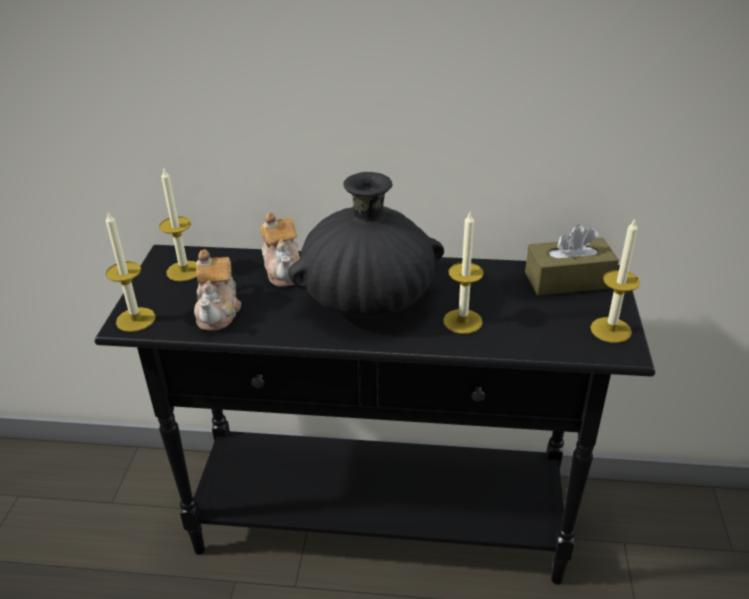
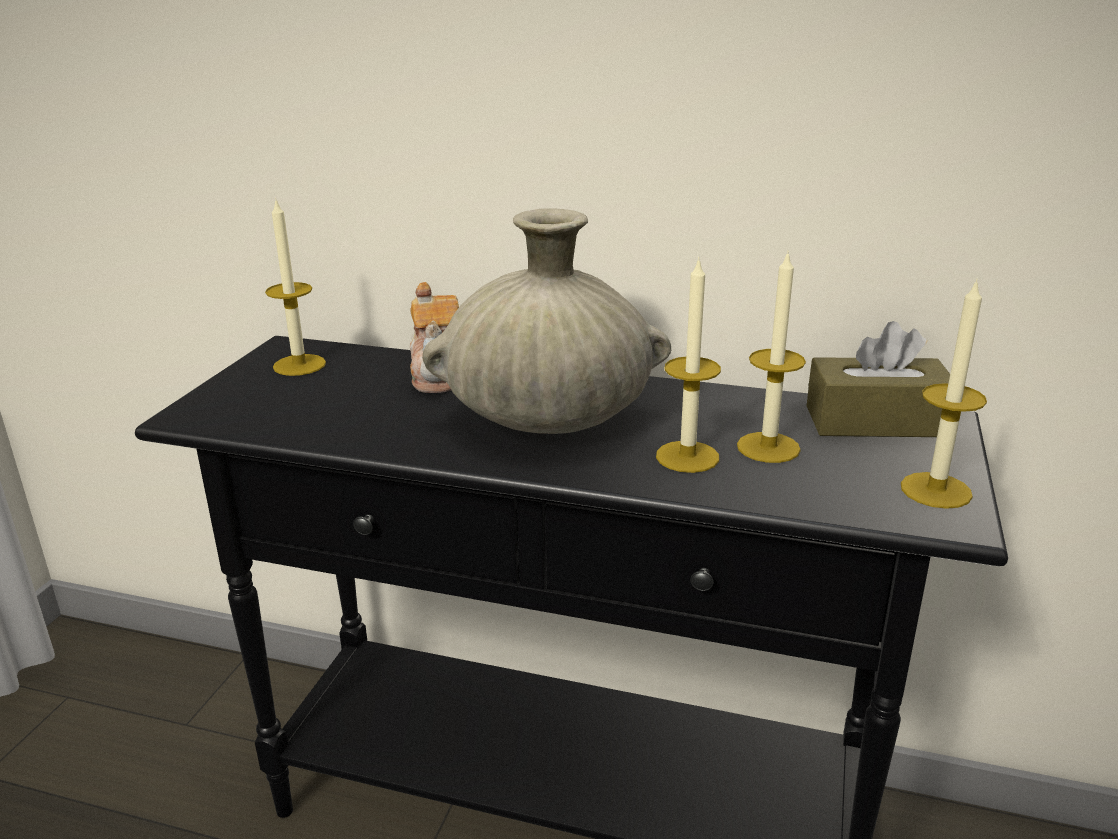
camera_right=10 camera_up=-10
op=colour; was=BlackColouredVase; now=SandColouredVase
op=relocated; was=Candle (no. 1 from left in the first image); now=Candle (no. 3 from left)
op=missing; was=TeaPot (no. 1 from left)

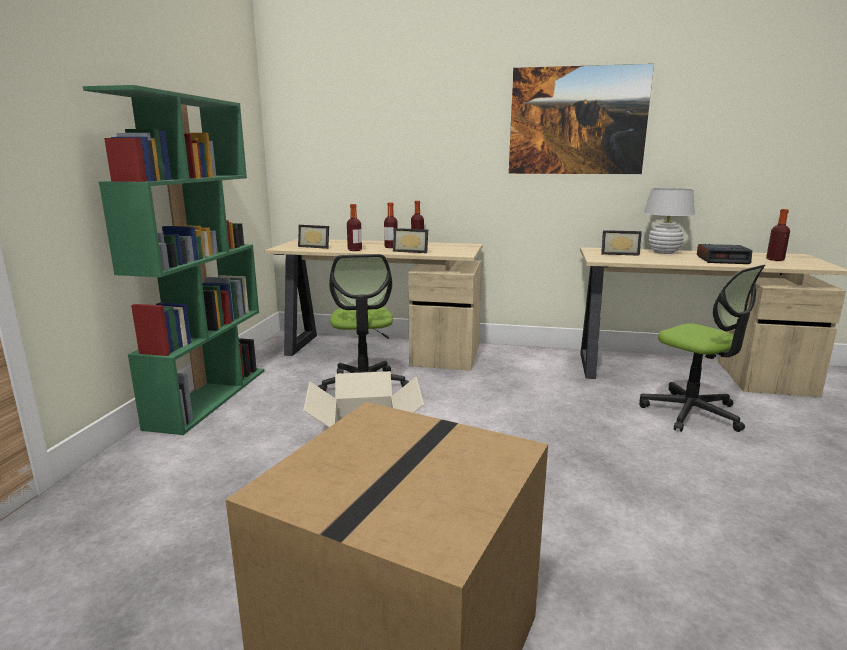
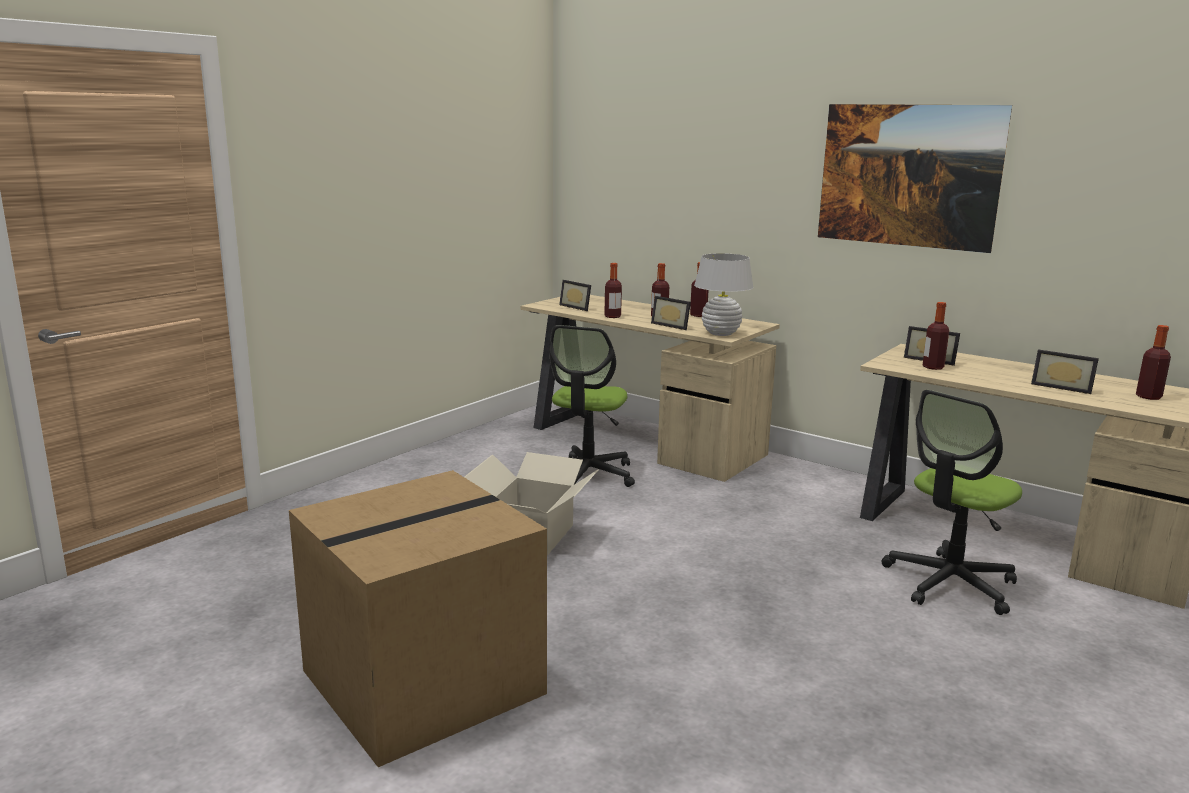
camera_right=25 camera_up=0
op=relocated; was=WhiteTabletopLamp
op=spun; was=DeskChair (no. 2 from left); clockwise=60
op=appeared; now=Bottle (no. 4 from left)
op=exchanged; was=BedsideClock; now=StandingFrame (no. 4 from left)
op=missing; was=GreenColouredShelvingUnit

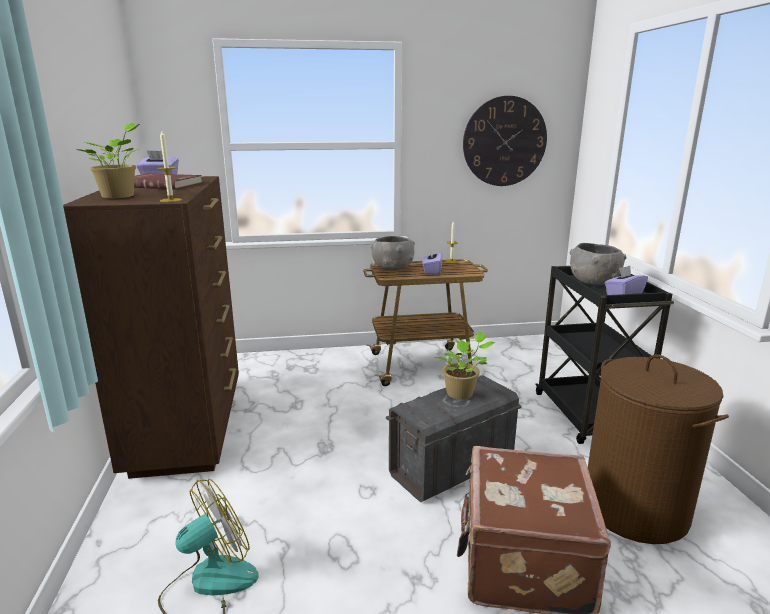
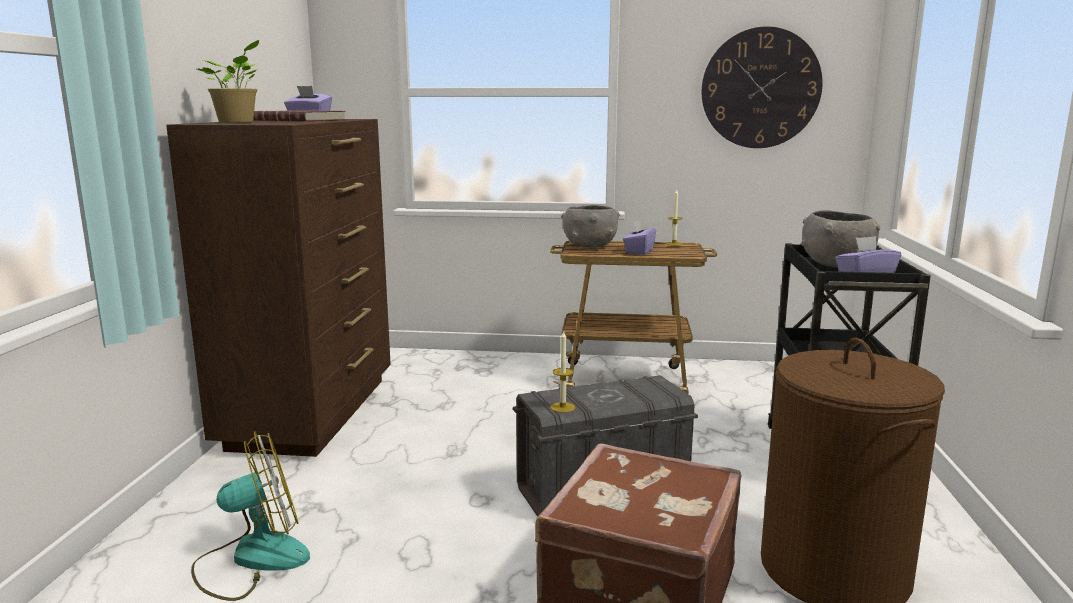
camera_right=15 camera_up=-5
op=relocated; was=Candle (no. 1 from left)
op=missing; was=PottedPlant (no. 2 from left)

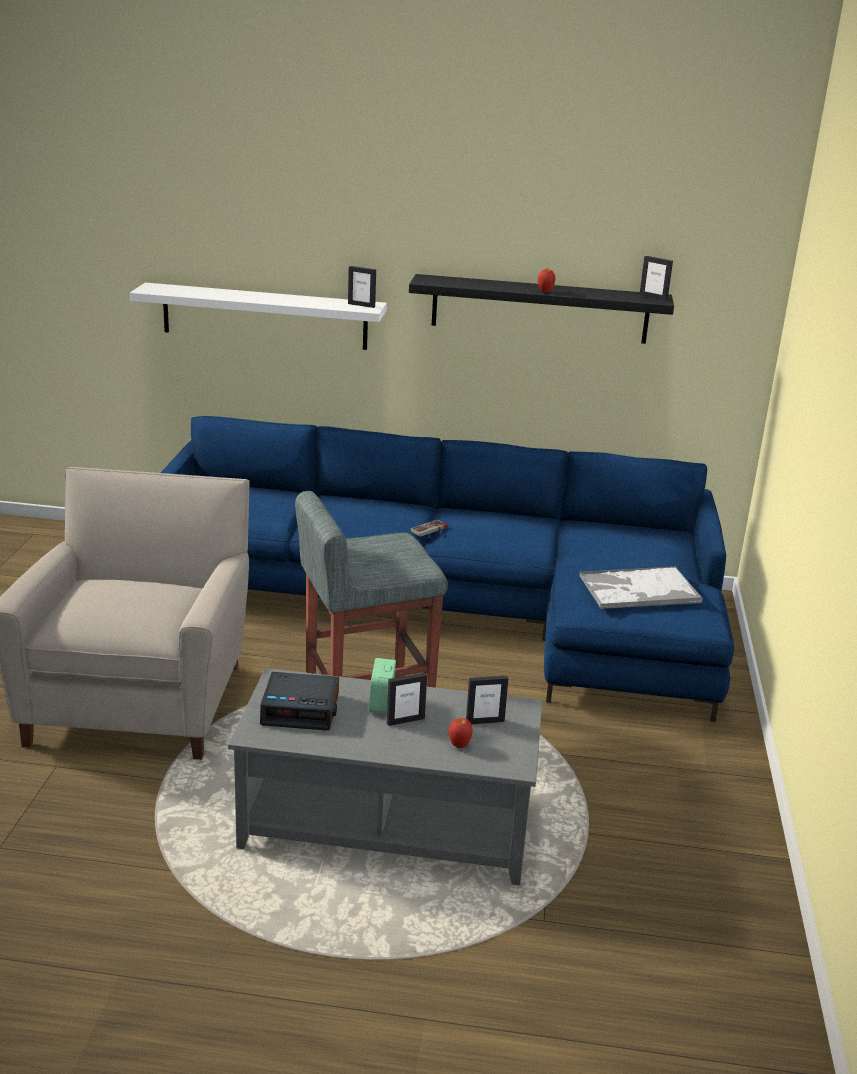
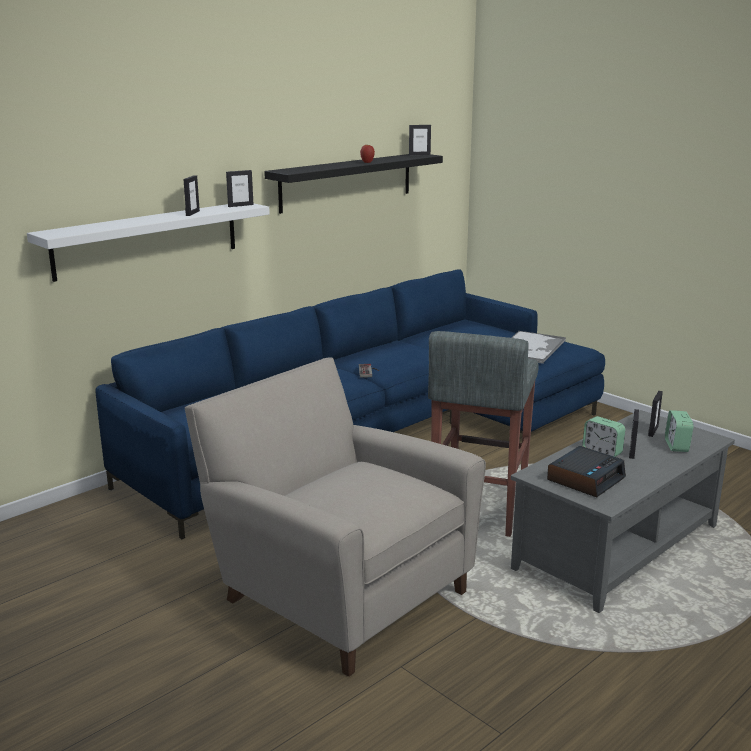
camera_right=-50 camera_up=-5
op=appeared; now=StandingFrame (no. 1 from left)
op=exchanged; was=Apple (no. 1 from left); now=BedsideClock (no. 3 from left)

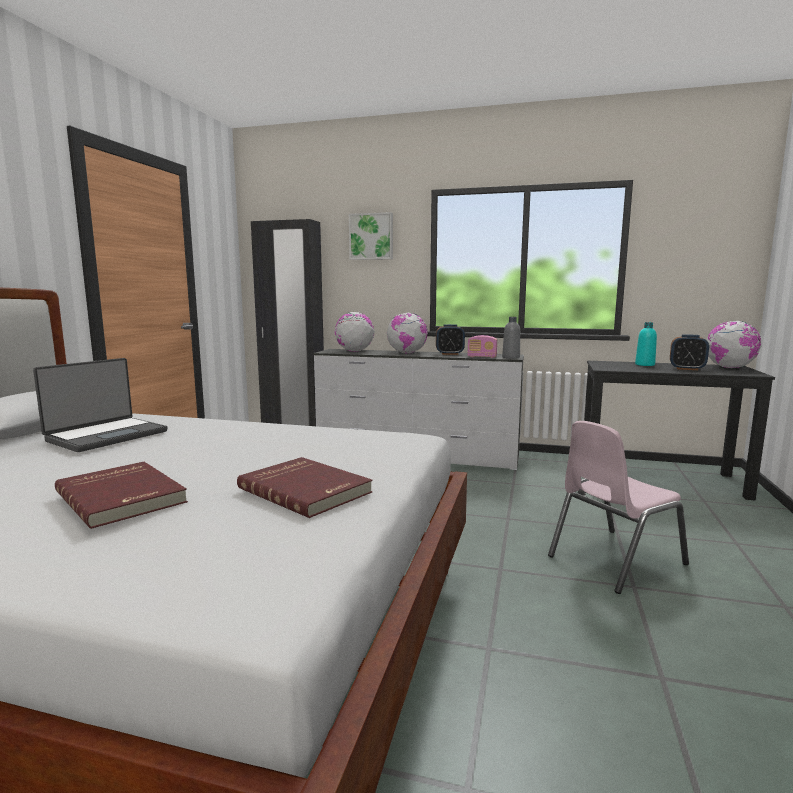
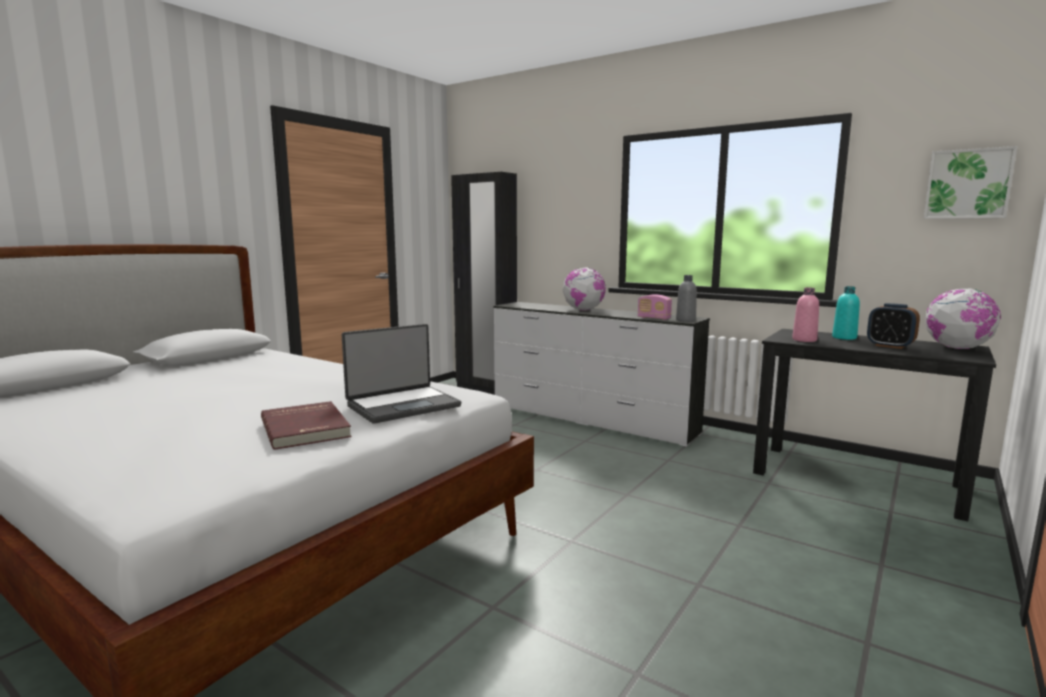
camera_right=20 camera_up=0
op=relocated; was=NotebookComputer
op=appeared; now=PinkColouredBottle
op=relocated; was=WallArt
op=missing; was=ReddishBoundBook (no. 1 from left)
op=missing; was=DeskGlobe (no. 1 from left)
op=missing; was=BedsideClock (no. 1 from left)
op=missing; was=PinkColouredUprightChair

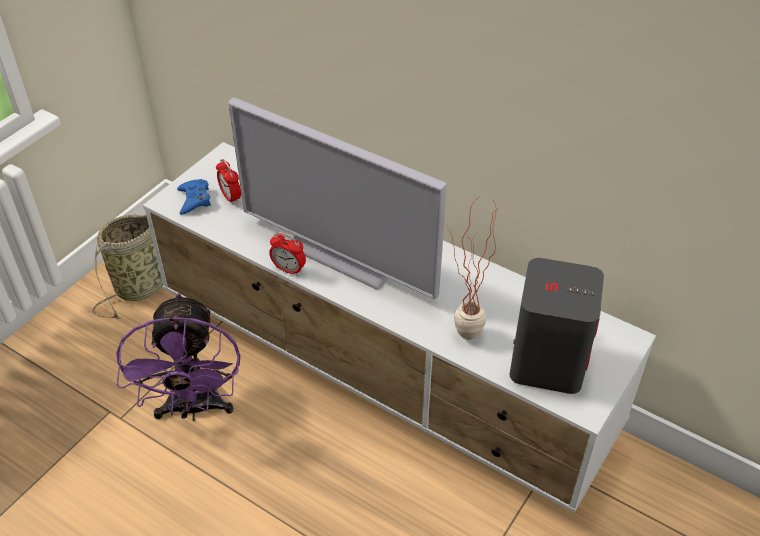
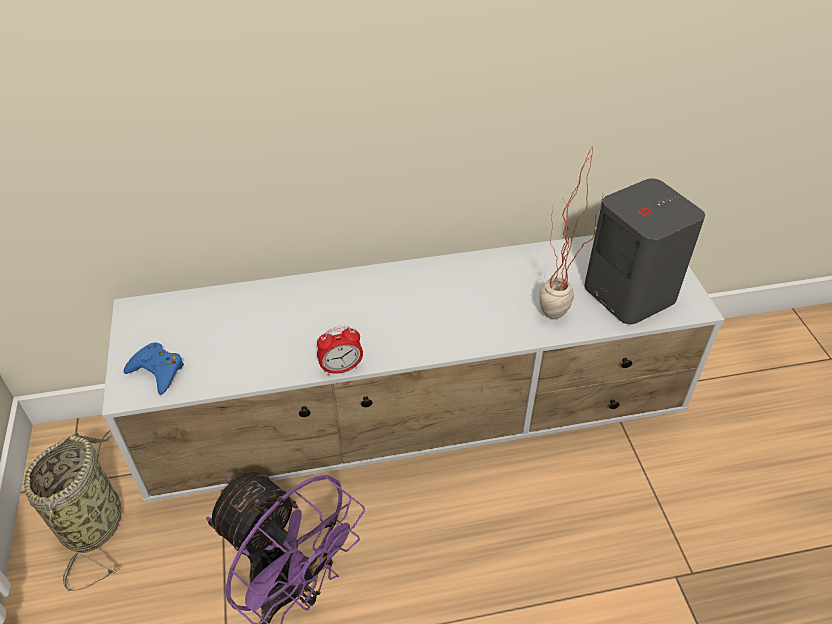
camera_right=-45 camera_up=0
op=missing; was=BedsideClock (no. 1 from left)
op=missing; was=Television

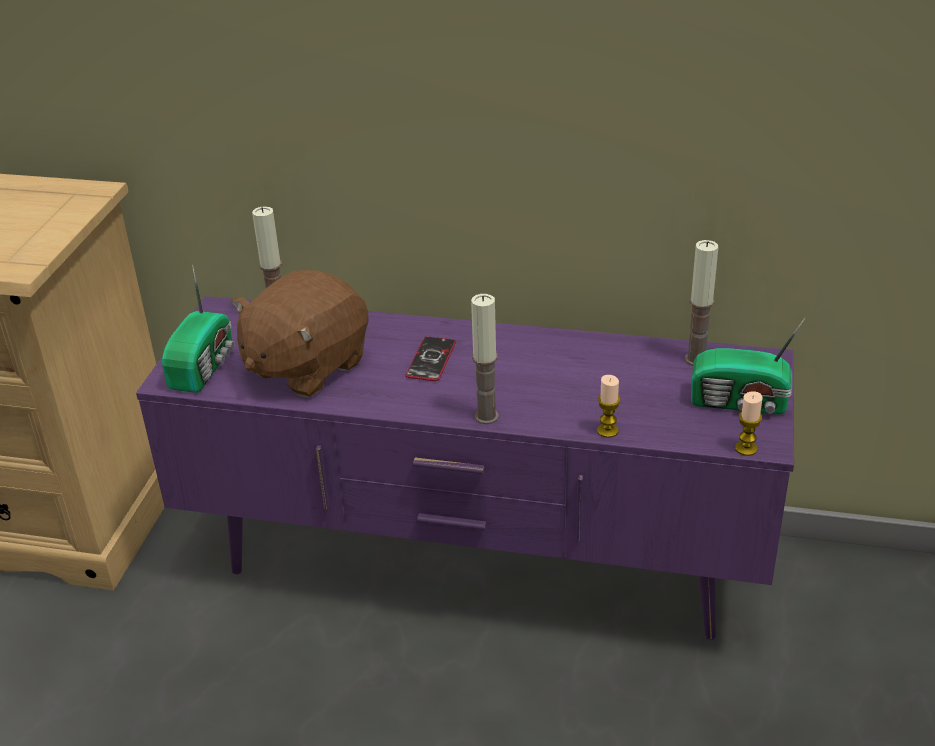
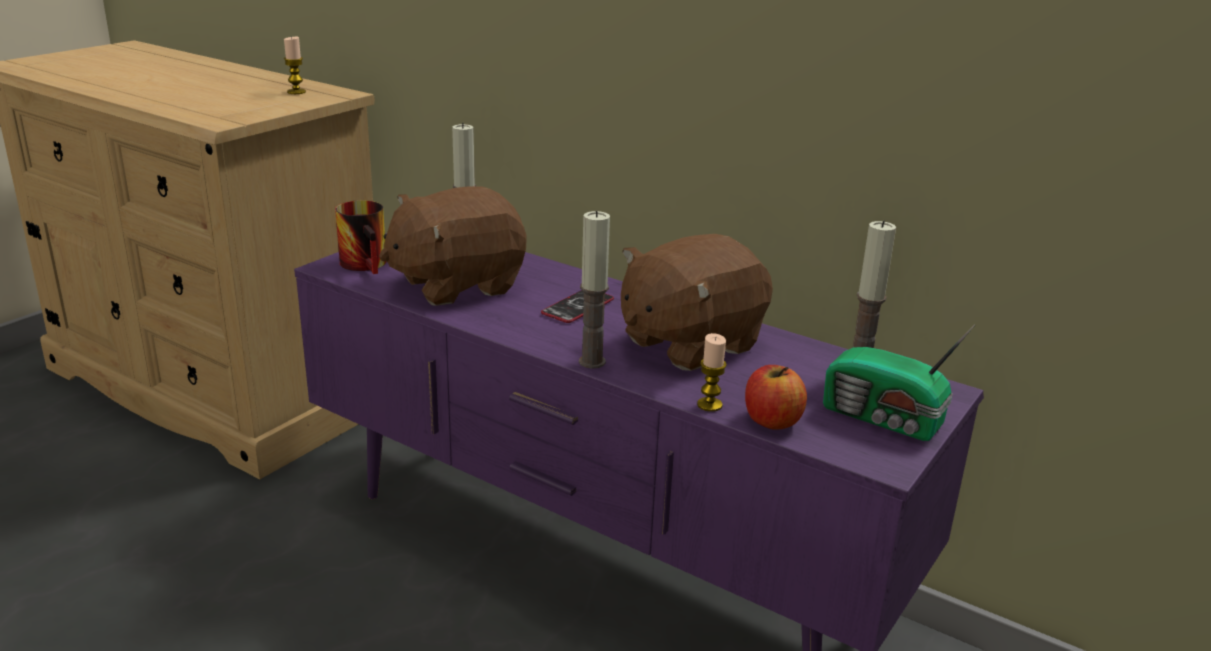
camera_right=20 camera_up=-10
op=relocated; was=Candle (no. 5 from left in the first image); now=Candle (no. 1 from left)
op=exchanged; was=Radio (no. 1 from left); now=Mug
op=appeared; now=BrownColouredCuddlyToy (no. 2 from left)
op=appeared; now=Apple

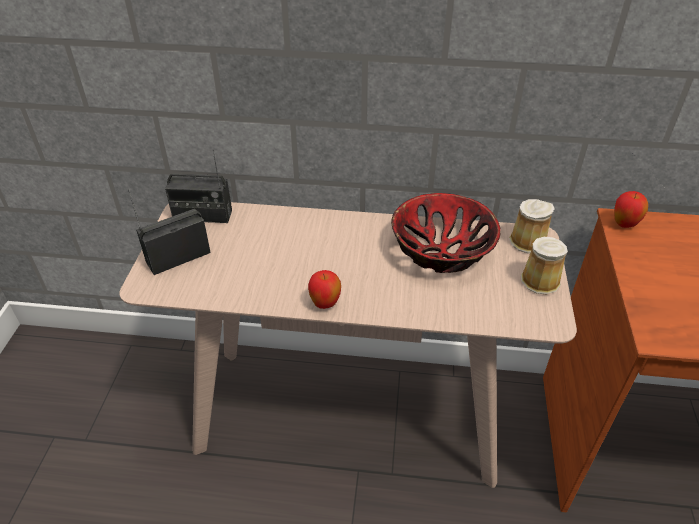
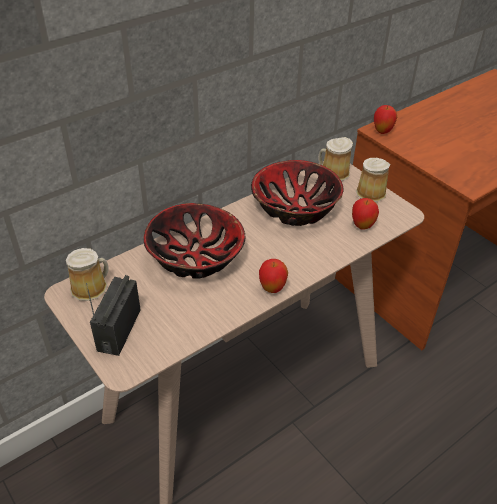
camera_right=-45 camera_up=0
op=exchanged; was=Radio (no. 2 from left); now=Mug (no. 1 from left)
op=appeared; now=Bowl (no. 1 from left)
op=appeared; now=Apple (no. 2 from left)

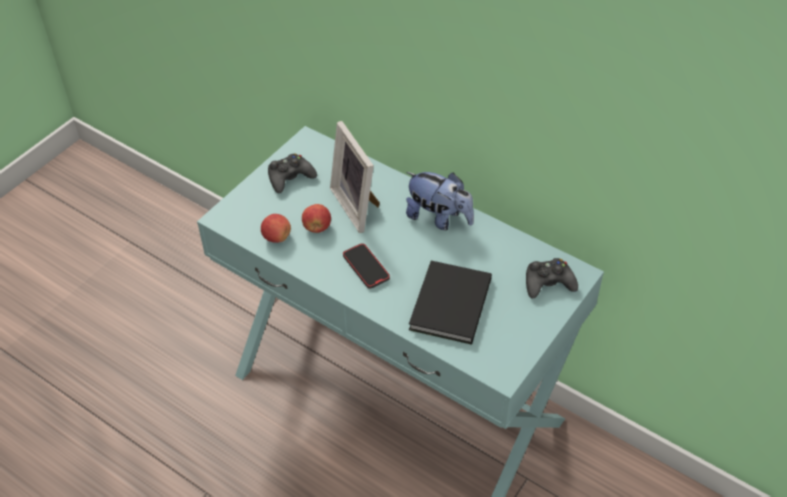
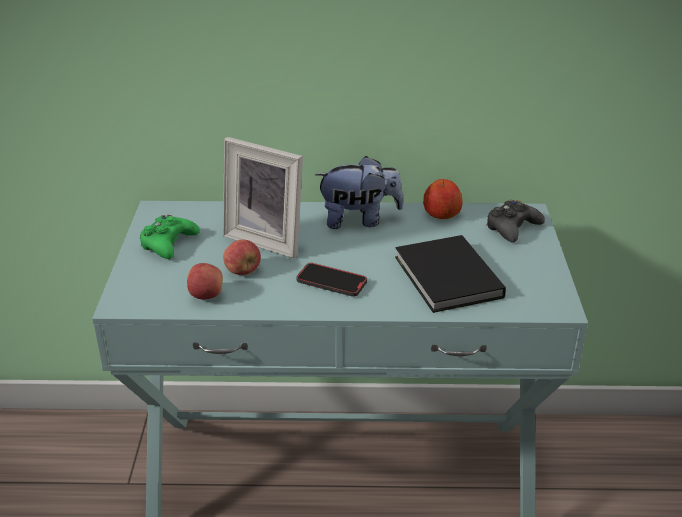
camera_right=-35 camera_up=-15
op=colour; was=BlackColouredGamepad (no. 1 from left); now=GreenColouredGamepad
op=appeared; now=Apple (no. 3 from left)

